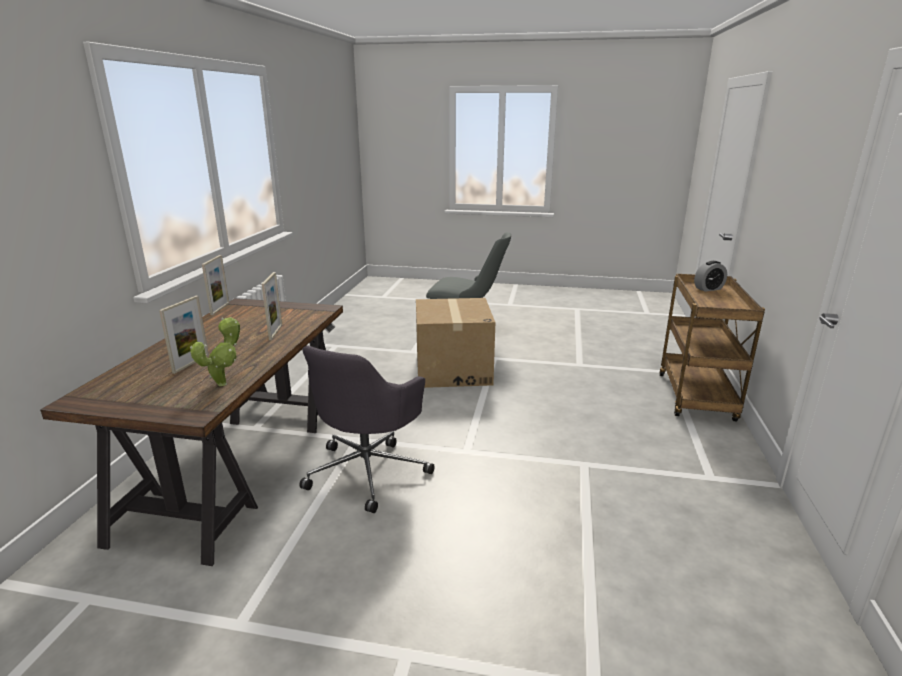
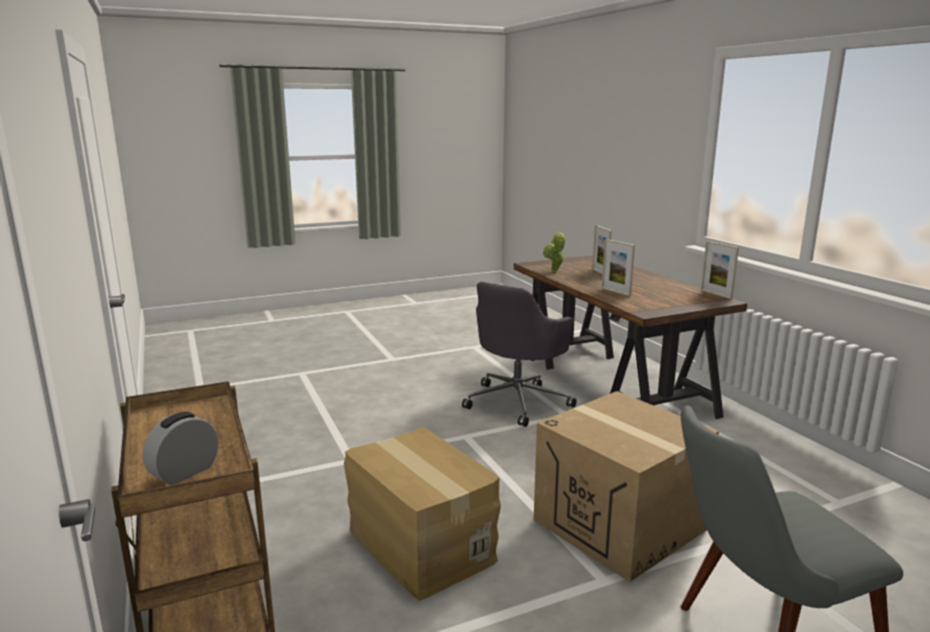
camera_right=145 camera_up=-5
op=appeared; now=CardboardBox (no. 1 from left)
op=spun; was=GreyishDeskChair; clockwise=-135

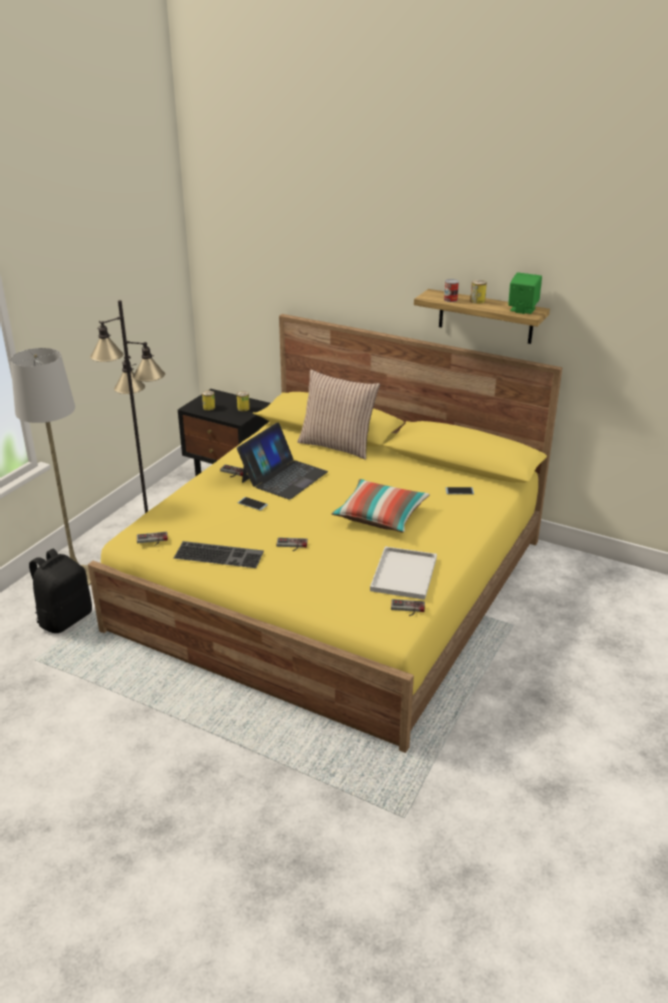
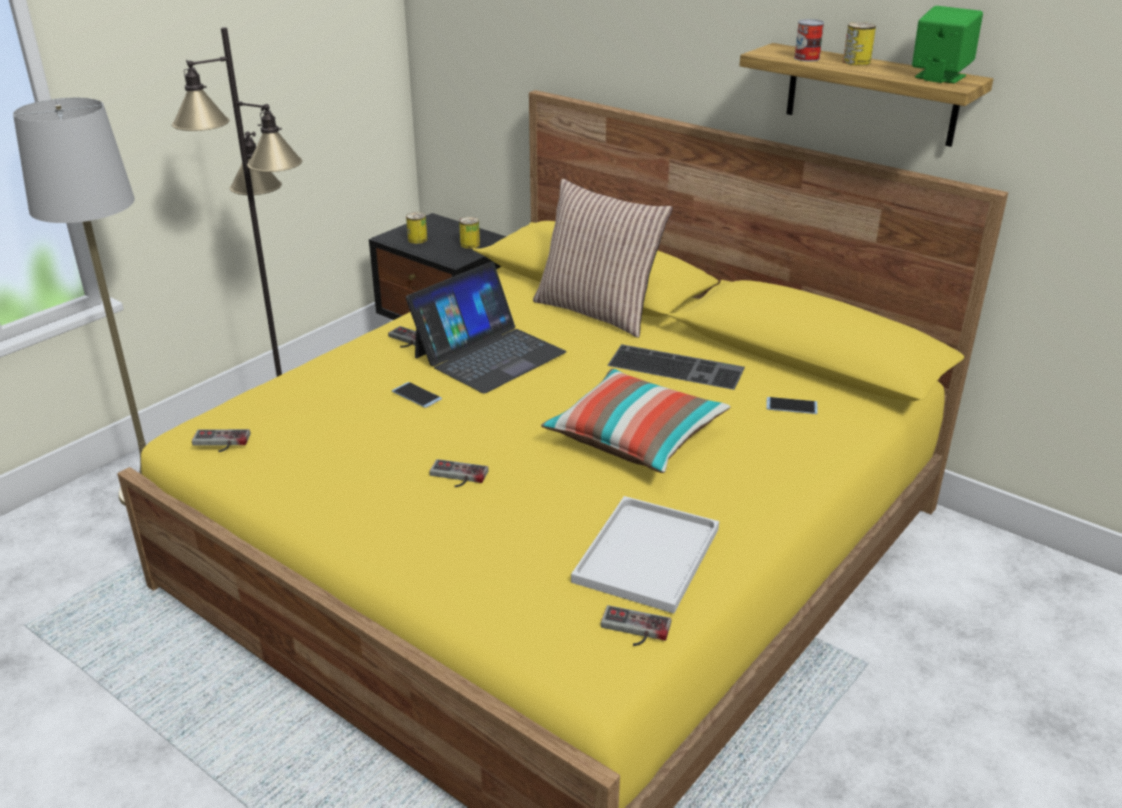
camera_right=10 camera_up=0
op=relocated; was=PcKeyboard
op=missing; was=BlackColouredBackpack

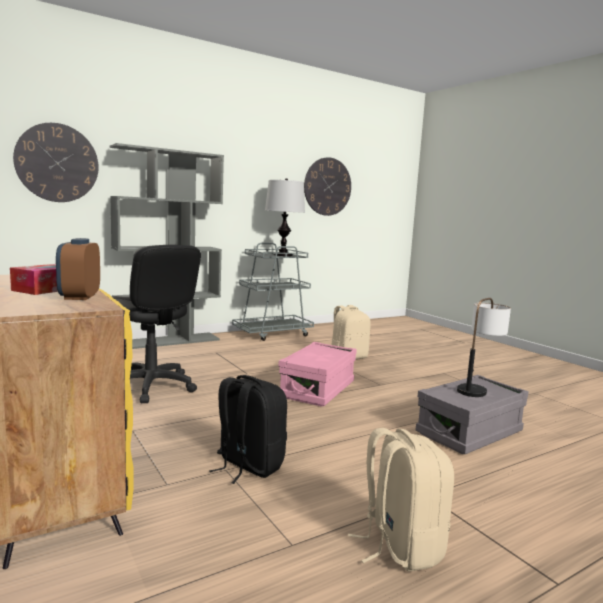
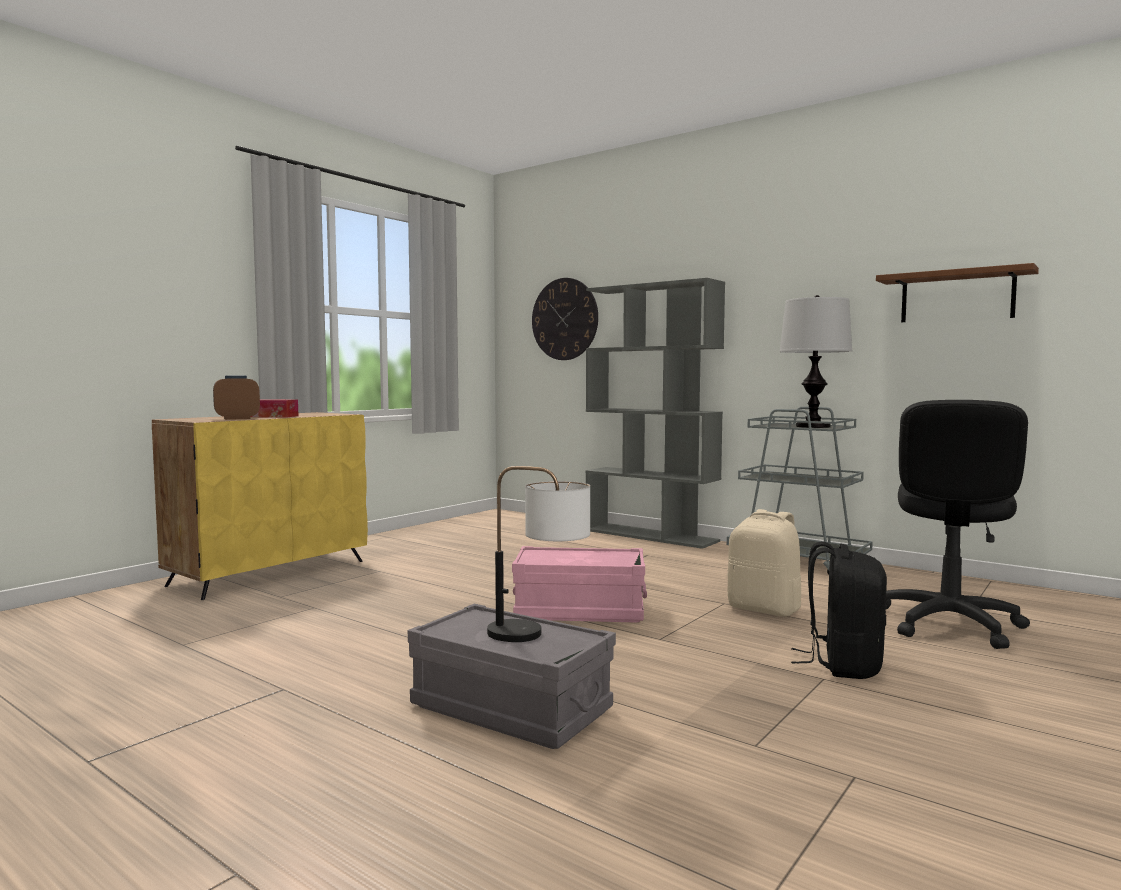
camera_right=70 camera_up=-5
op=relocated; was=BlackColouredBackpack
op=exchanged; was=ClockOnTheWall (no. 2 from left); now=BrownColouredShelf
op=relocated; was=BlackColouredDeskChair
op=missing; was=SandColouredBackpack (no. 2 from left)

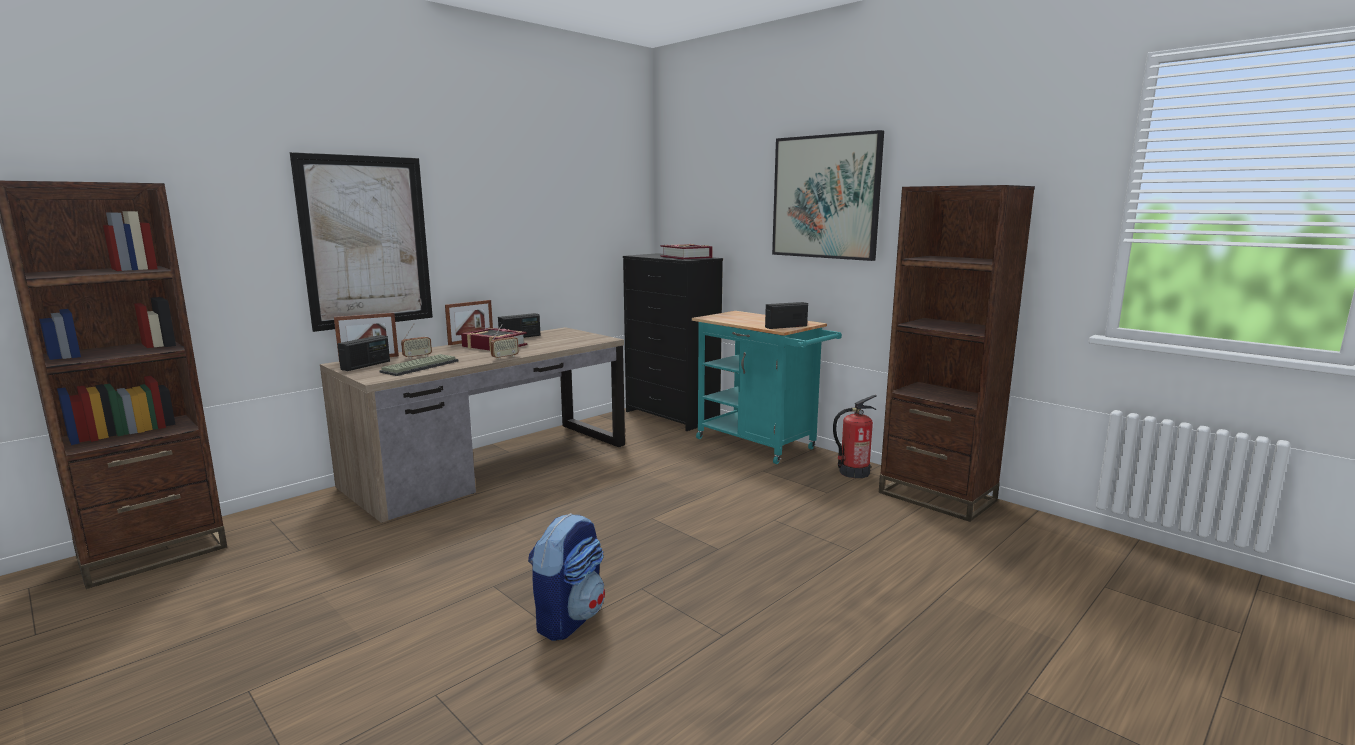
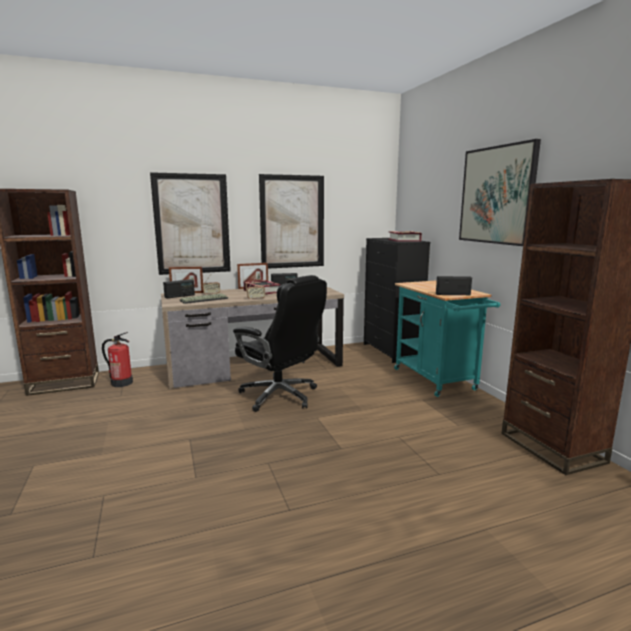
camera_right=25 camera_up=0
op=relocated; was=Extinguisher
op=appeared; now=BlackColouredDeskChair
op=appeared; now=WallArt (no. 2 from left)
op=missing; was=Backpack

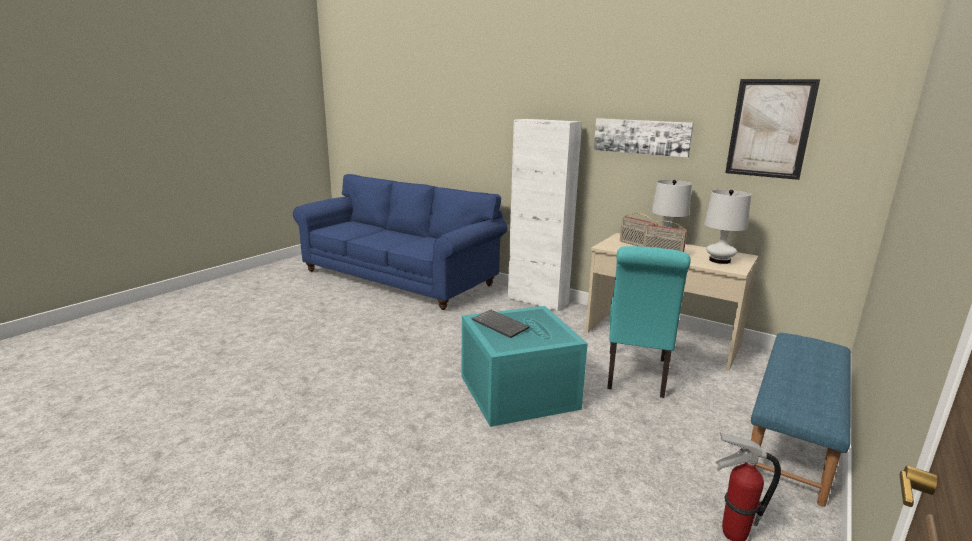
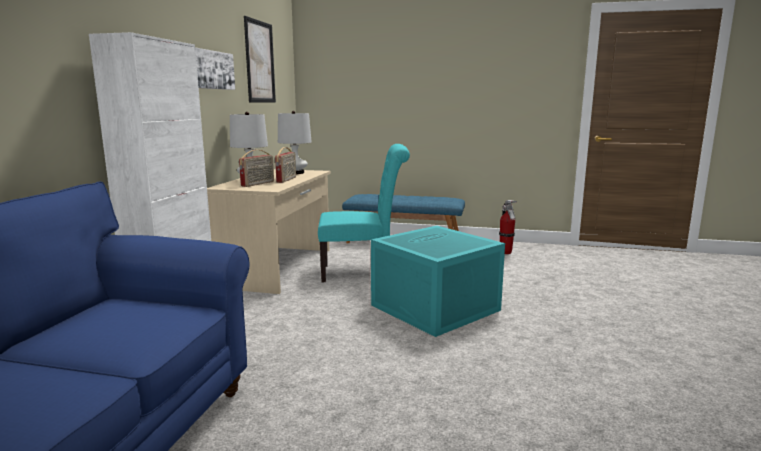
camera_right=-110 camera_up=-5
op=missing; was=PcKeyboard

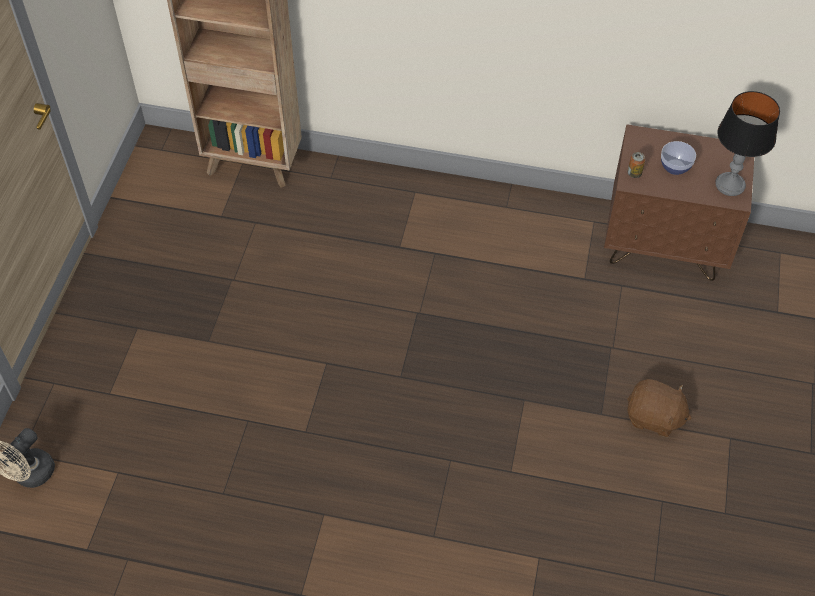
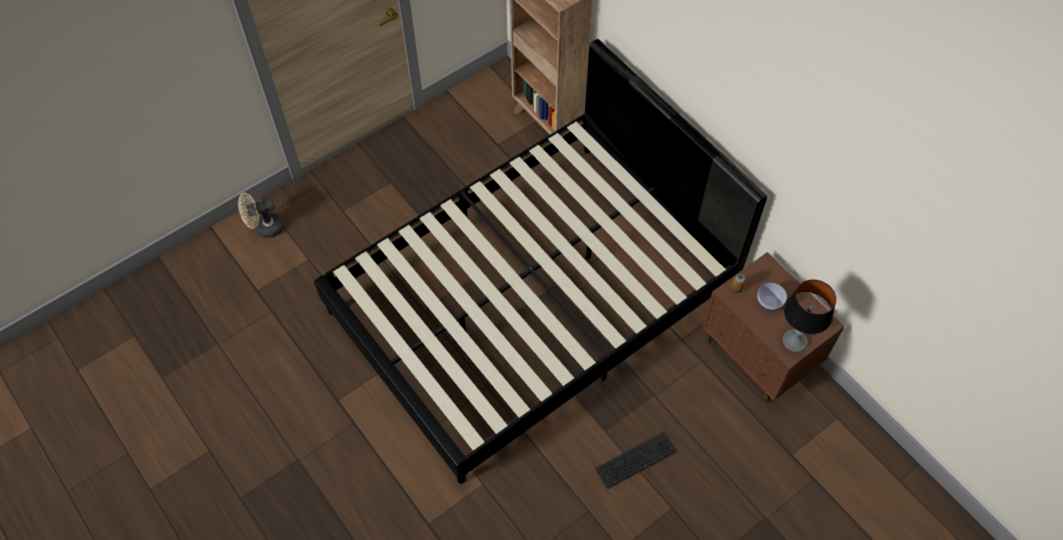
camera_right=40 camera_up=5
op=appeared; now=BlackColouredSleepingBed
op=exchanged; was=BrownColouredCuddlyToy; now=PcKeyboard

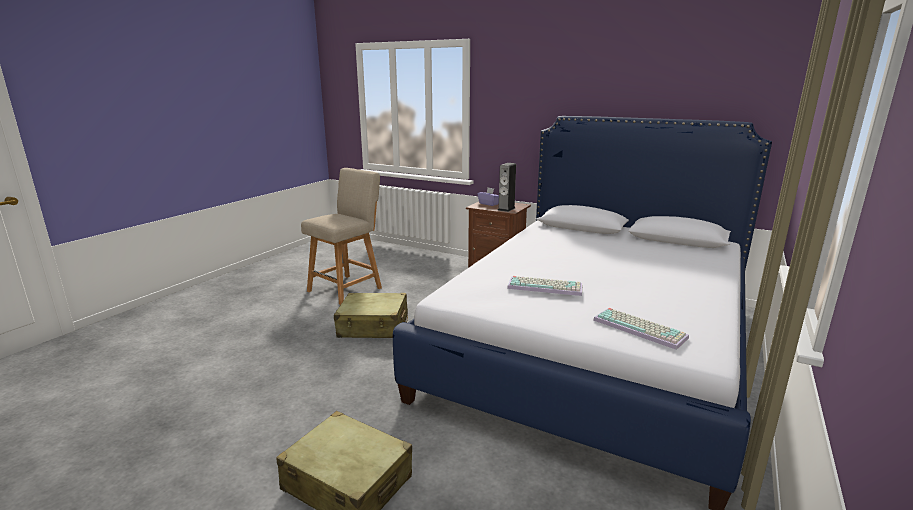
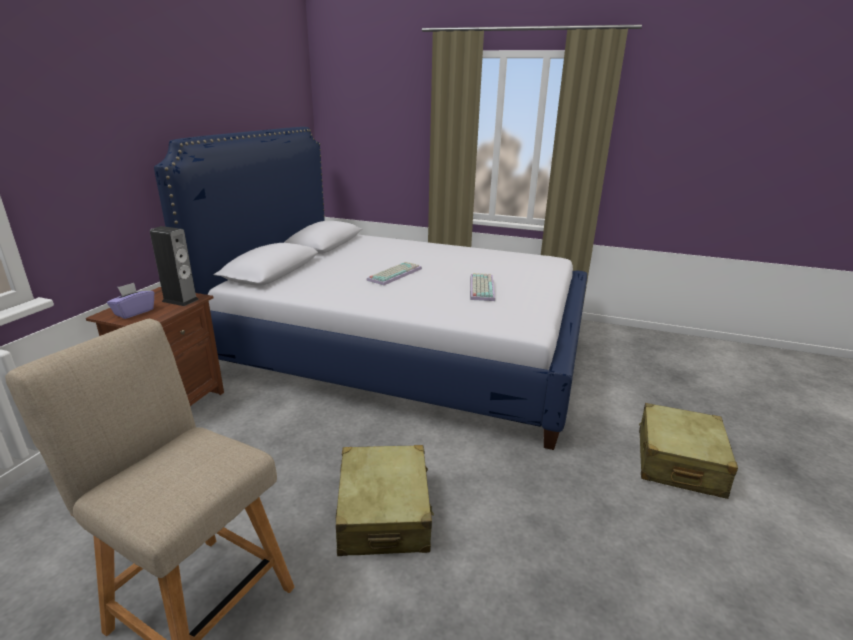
camera_right=-100 camera_up=5
op=relocated; was=PcKeyboard (no. 2 from left in the first image); now=PcKeyboard (no. 1 from left)

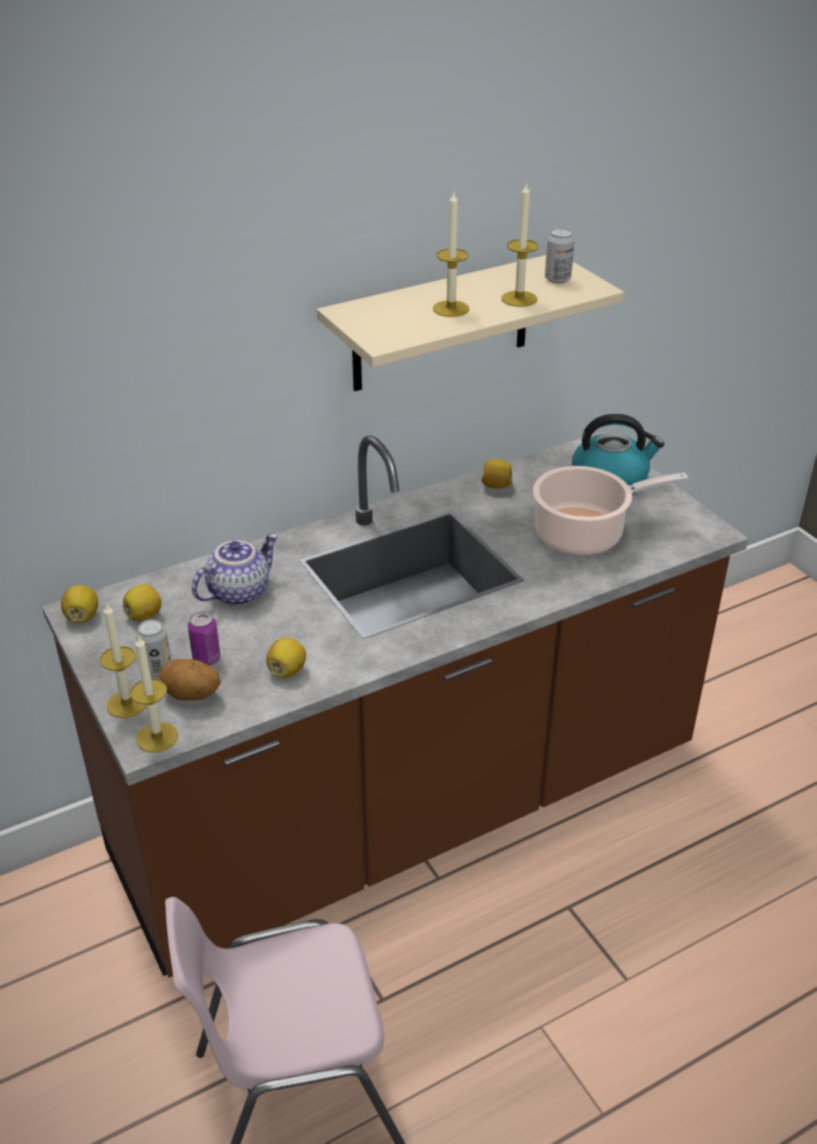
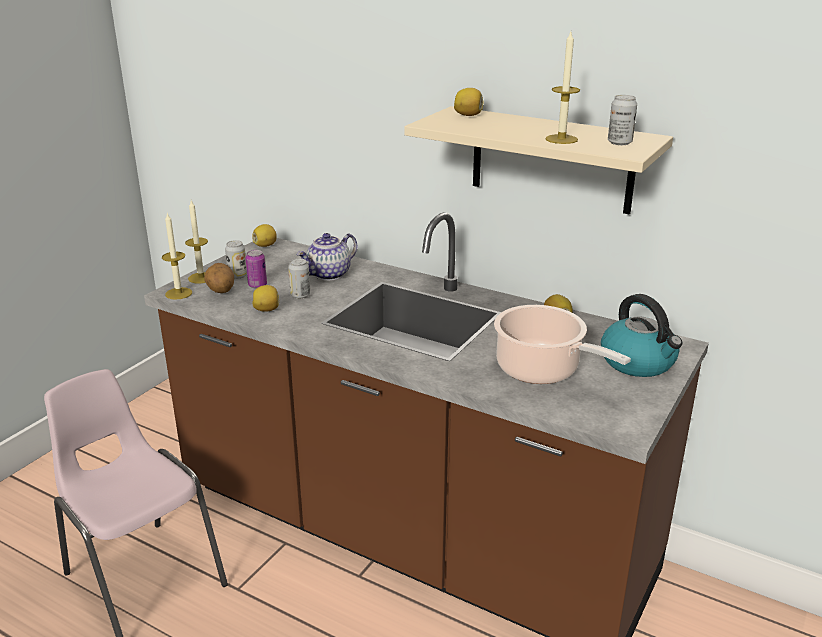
camera_right=60 camera_up=-10
op=appeared; now=MetalCan (no. 3 from left)
op=spun; was=TeaPot; clockwise=120
op=relocated; was=WholeLemon (no. 2 from left in the first image); now=WholeLemon (no. 3 from left)
op=missing; was=Candle (no. 3 from left)

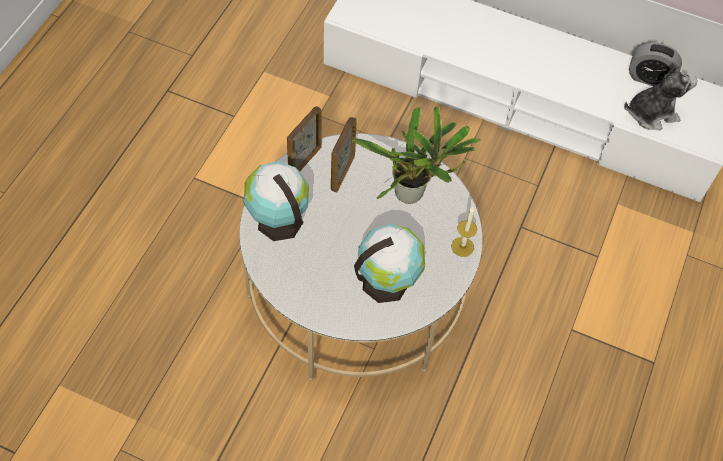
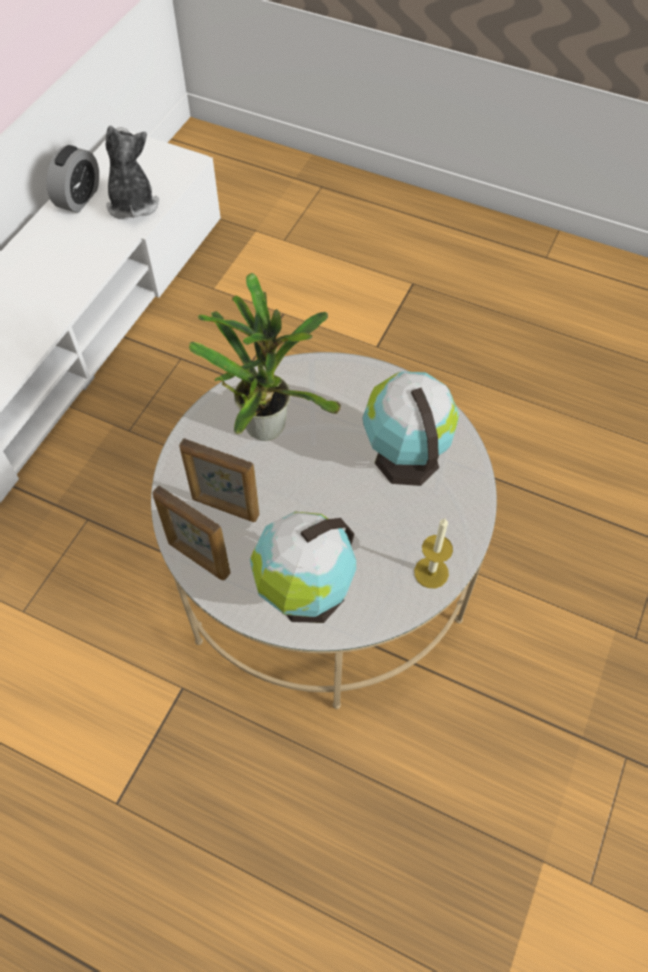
camera_right=-85 camera_up=0
op=relocated; was=Candle

